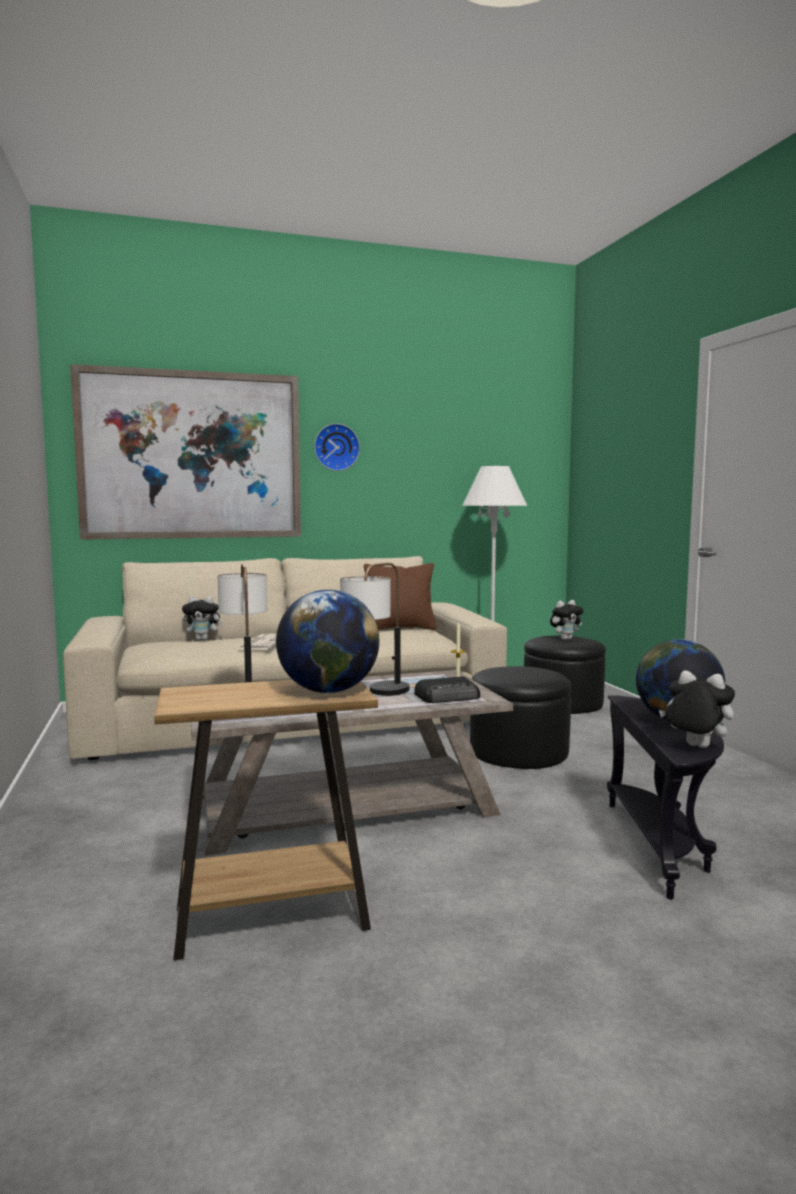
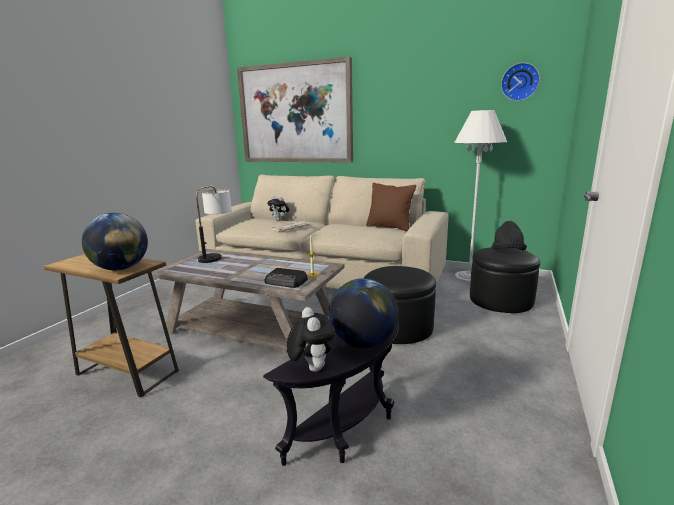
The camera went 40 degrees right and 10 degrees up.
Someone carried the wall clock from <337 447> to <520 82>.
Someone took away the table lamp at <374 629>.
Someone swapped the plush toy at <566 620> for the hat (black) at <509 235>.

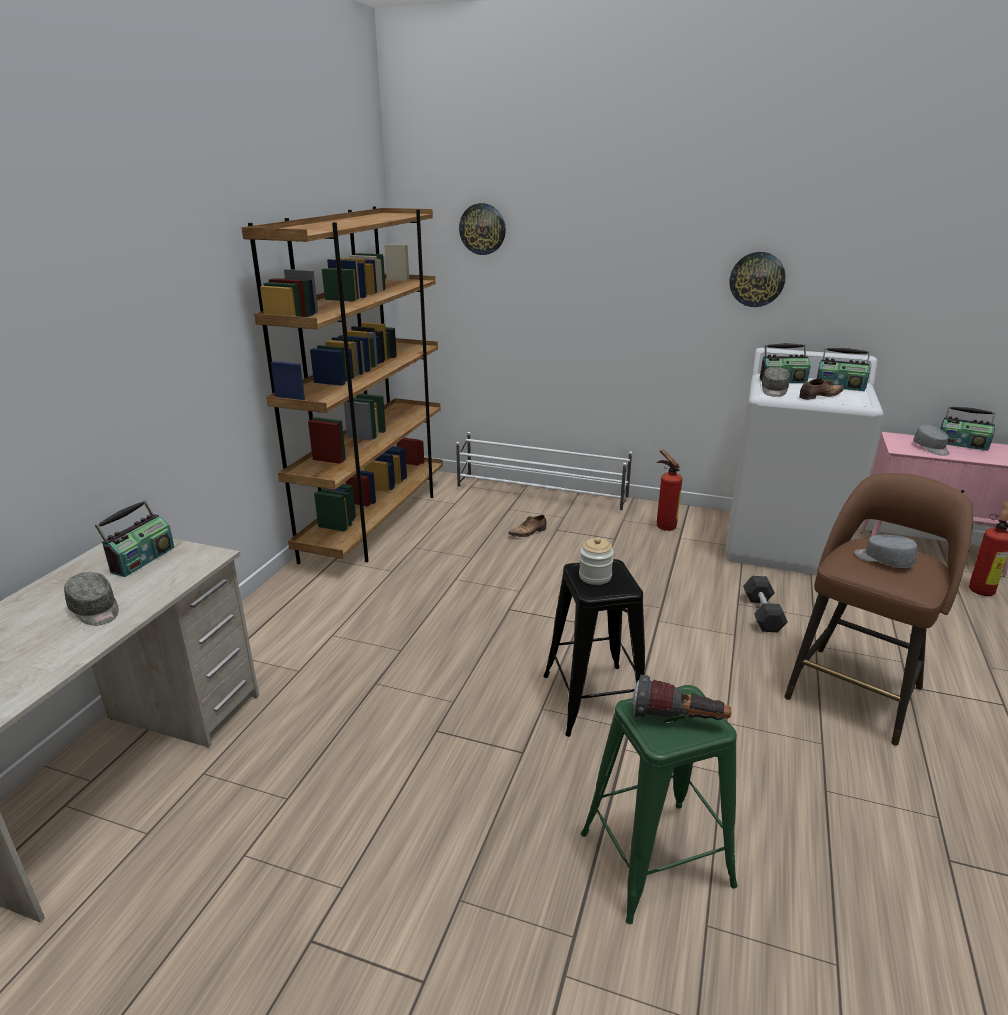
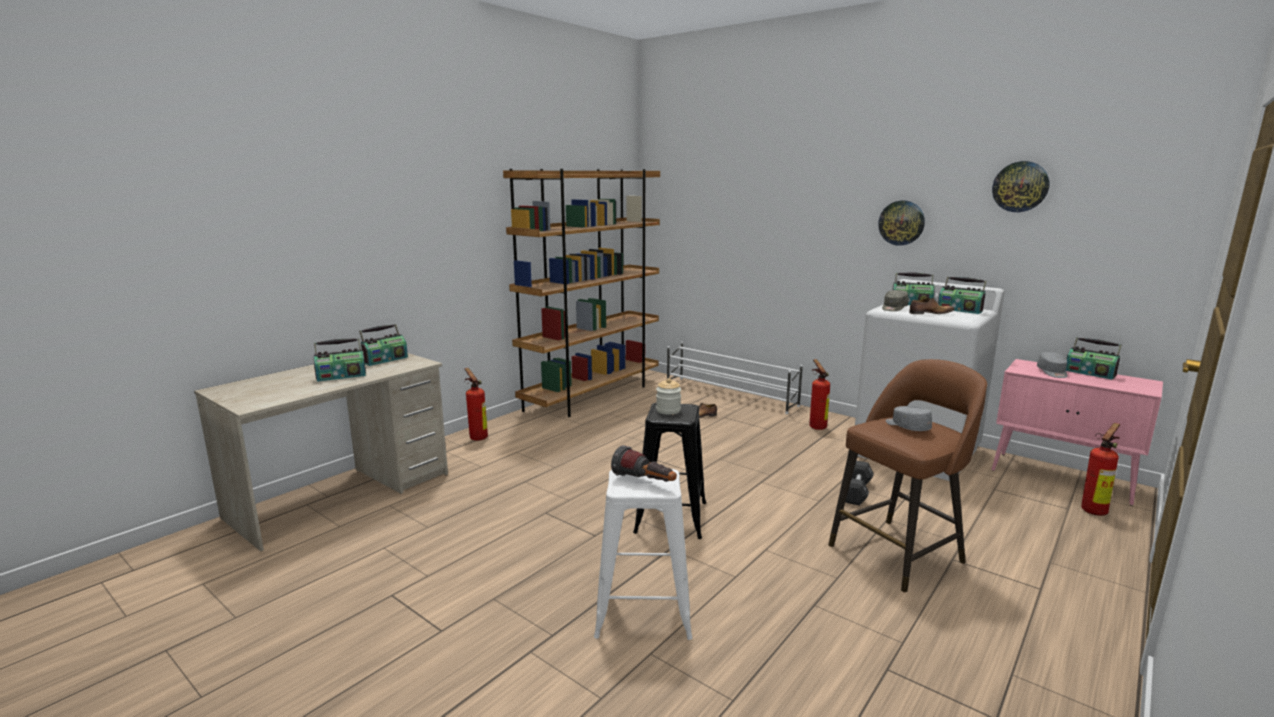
The camera went 20 degrees right and 10 degrees down.
Someone carried the wall clock from <482 229> to <1021 186>.
Someone swapped the cap (grey) at <91 599> for the radio at <339 360>.
Someone repainted the stool (green) at <659 804>, which became the stool (white) at <643 554>.
Someone put down the fire extinguisher at <476 404>.

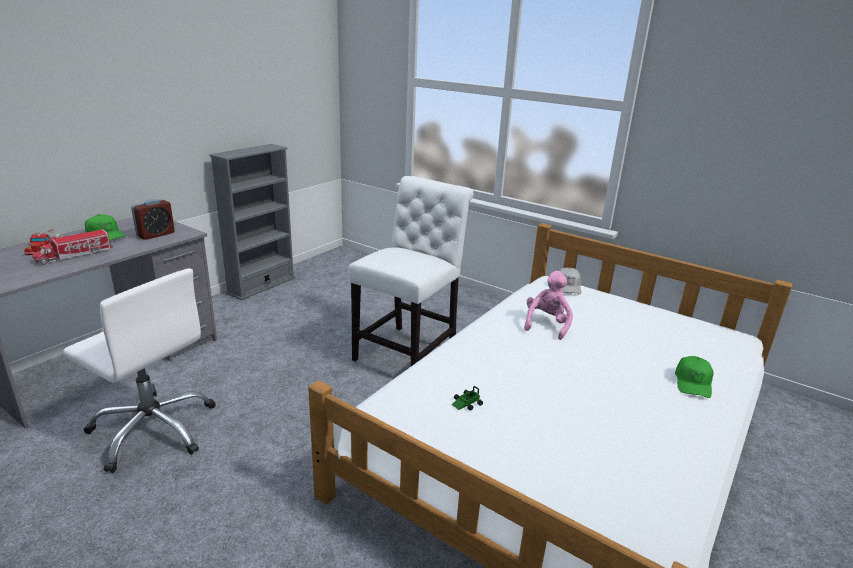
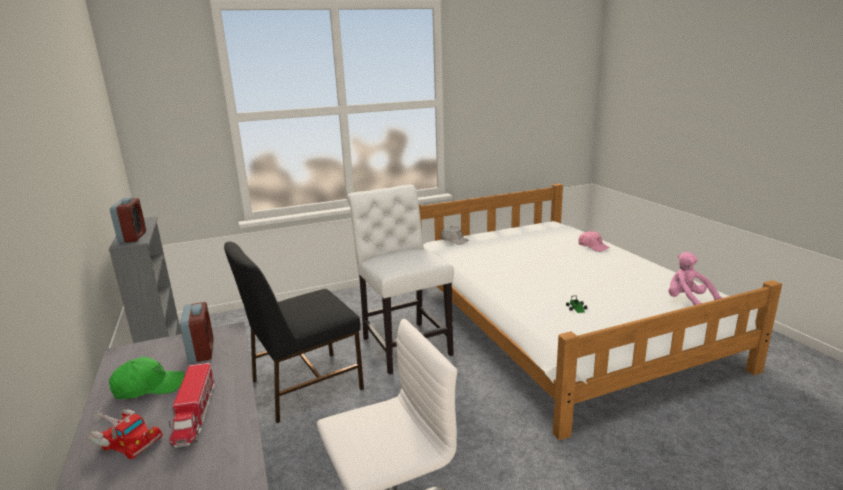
The camera went 55 degrees left and 5 degrees down.
Someone carried the plush toy (pink) from <548 305> to <695 278>.
Someone repainted the cap (green) at <694 377>, which became the cap (pink) at <594 241>.
Someone put down the alarm clock at <128 220>.
Someone put down the chair (black) at <294 332>.

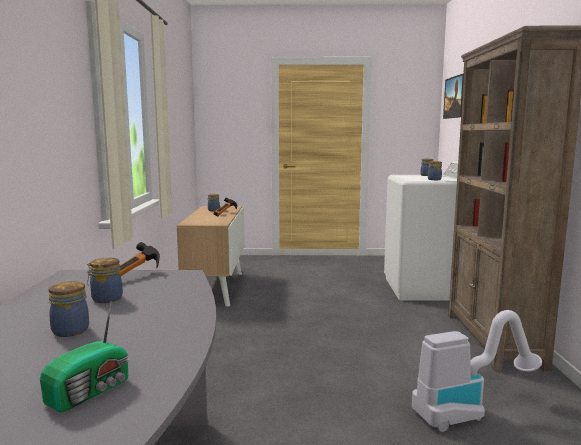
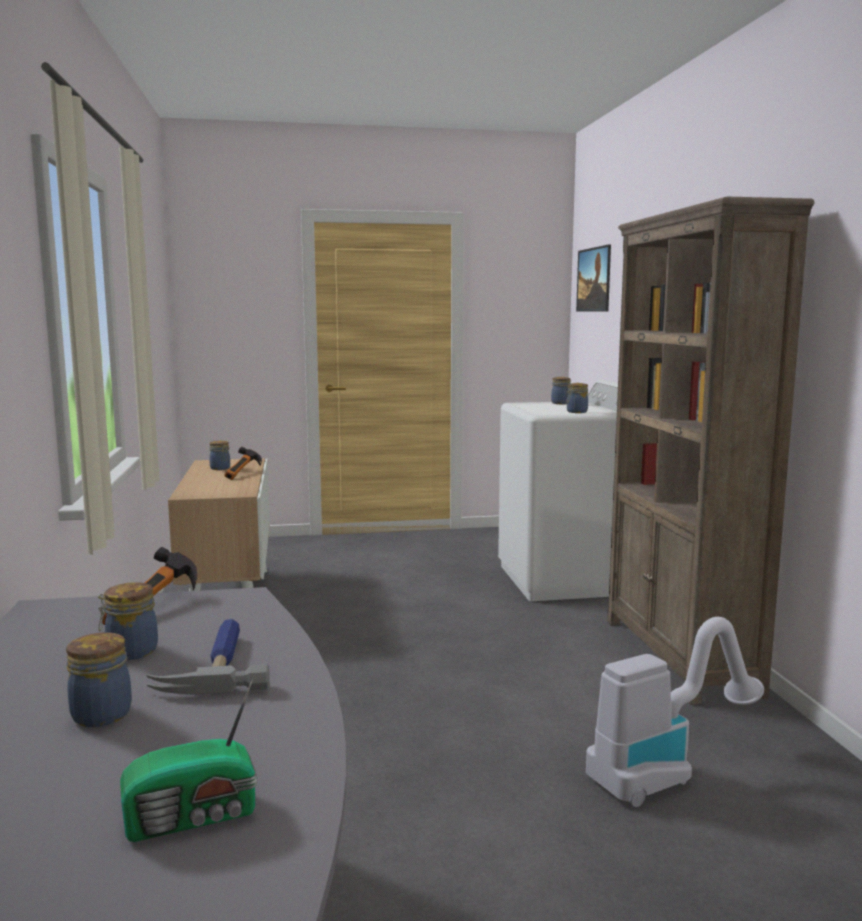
The camera went 10 degrees left and 0 degrees up.
Someone rotated the radio at <84 358> by 45 degrees clockwise.
Someone put down the hammer at <208 657>.

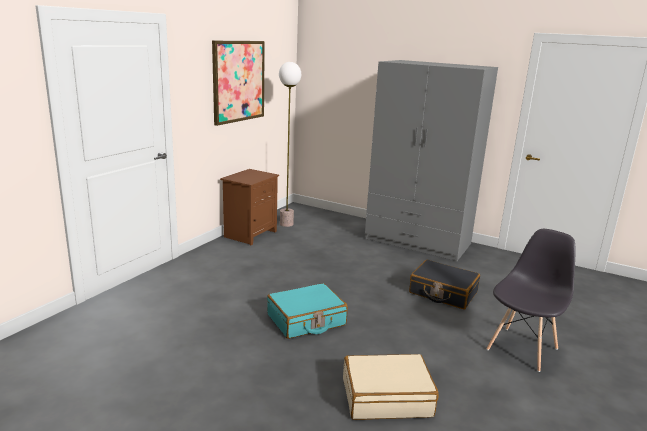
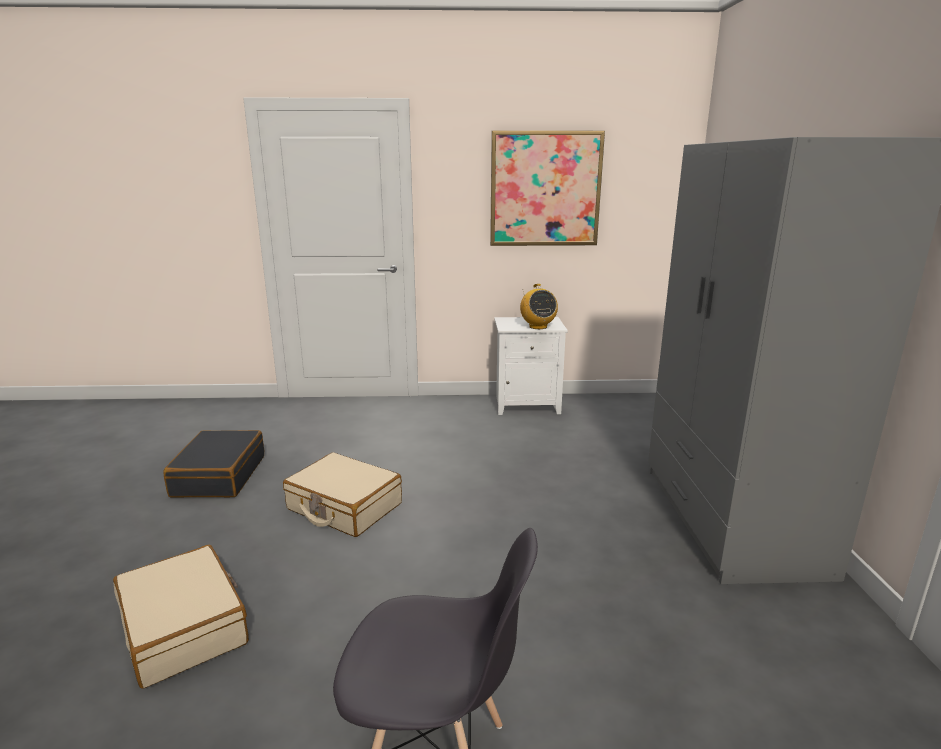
The camera went 60 degrees right and 0 degrees up.
Someone took away the floor lamp at <290 144>.
Someone repainted the nightstand (brown) at <249 207>, which became the nightstand (white) at <531 366>.
Someone carried the suitcase (black) from <444 285> to <213 464>.
Someone repainted the suitcase (turquoise) at <307 311>, which became the suitcase (beige) at <342 494>.
Someone put down the radio at <539 306>.

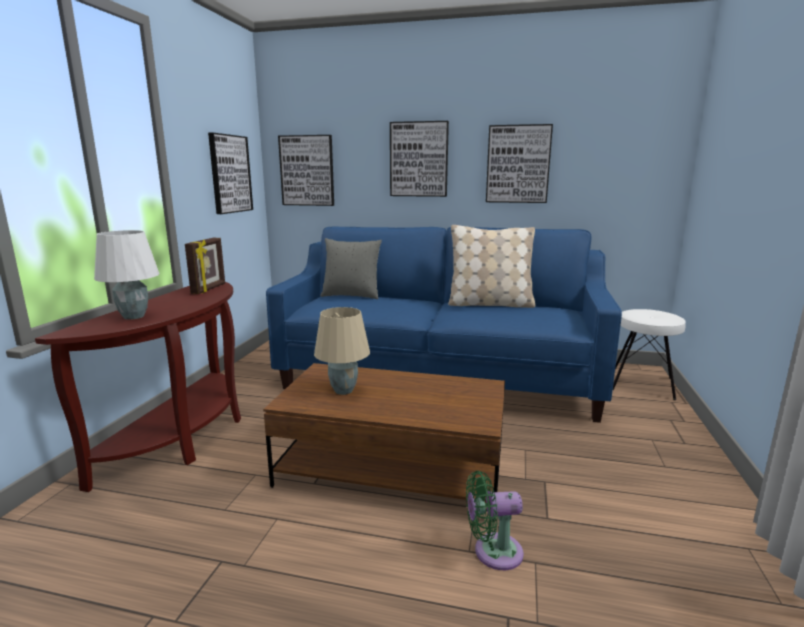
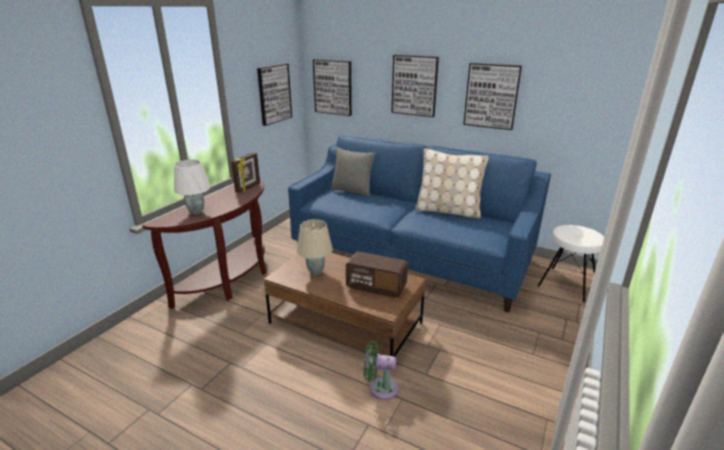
The camera went 15 degrees right and 10 degrees up.
Someone put down the radio at <377 274>.

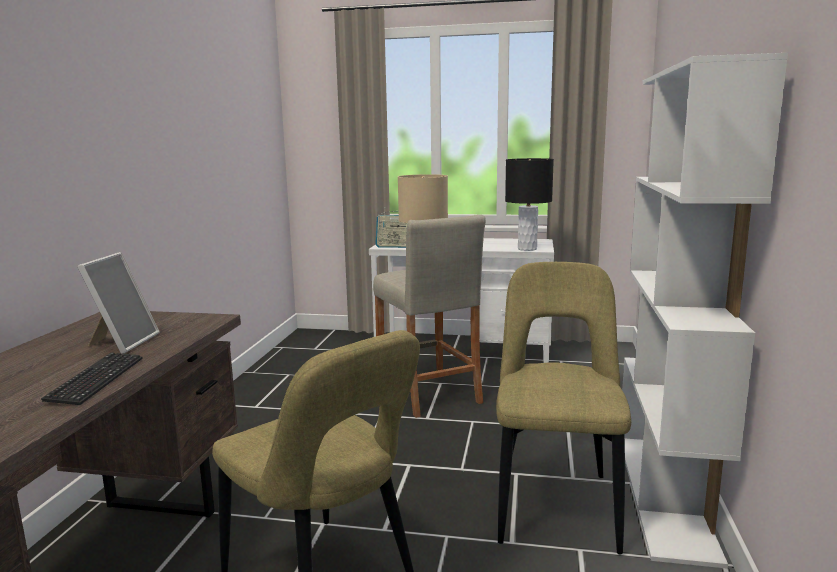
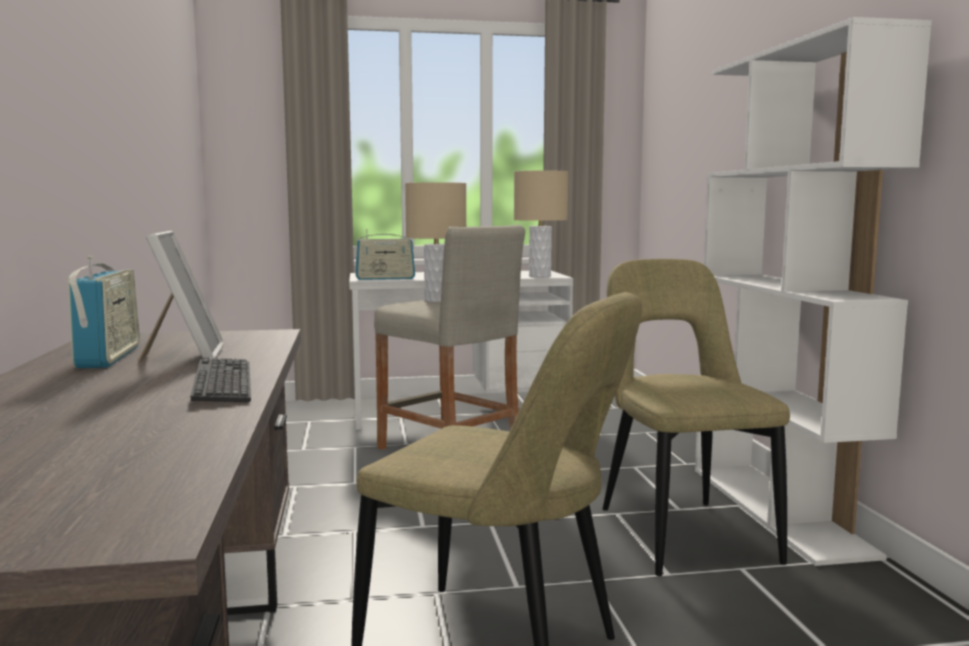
The camera went 20 degrees left and 5 degrees down.
Someone repainted the table lamp (black) at <529 204>, which became the table lamp (beige) at <541 224>.
Someone put down the radio at <104 312>.

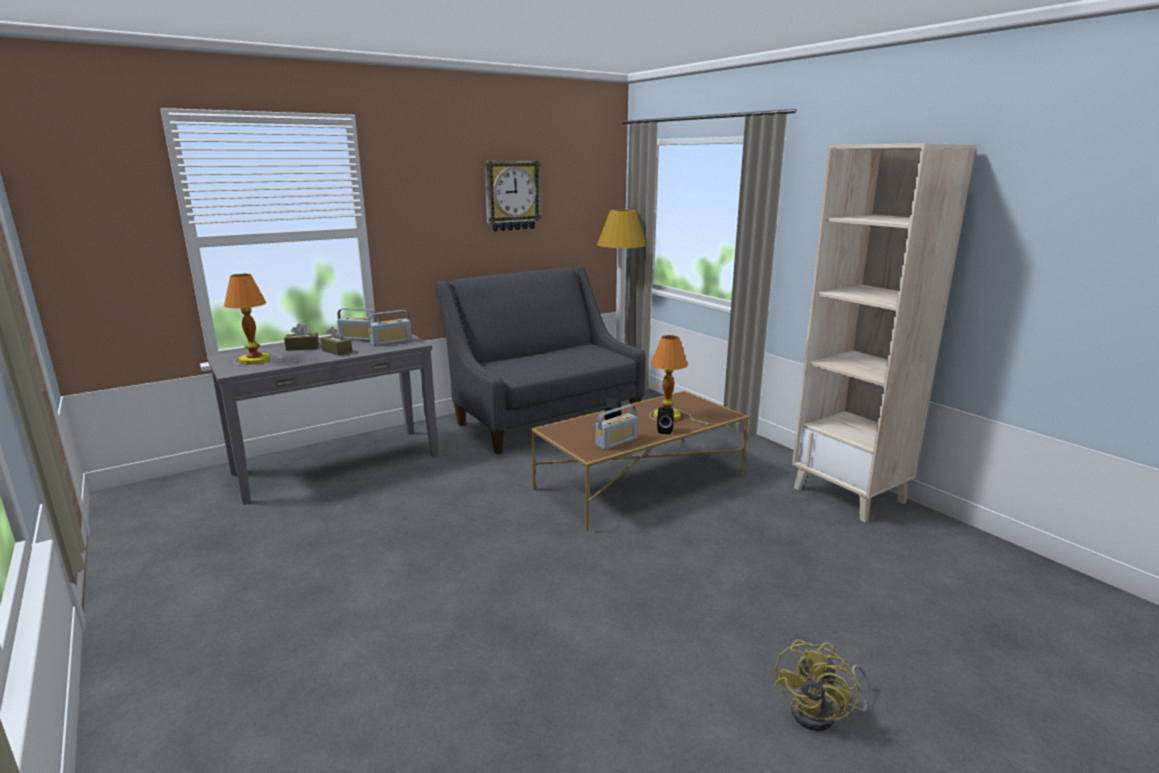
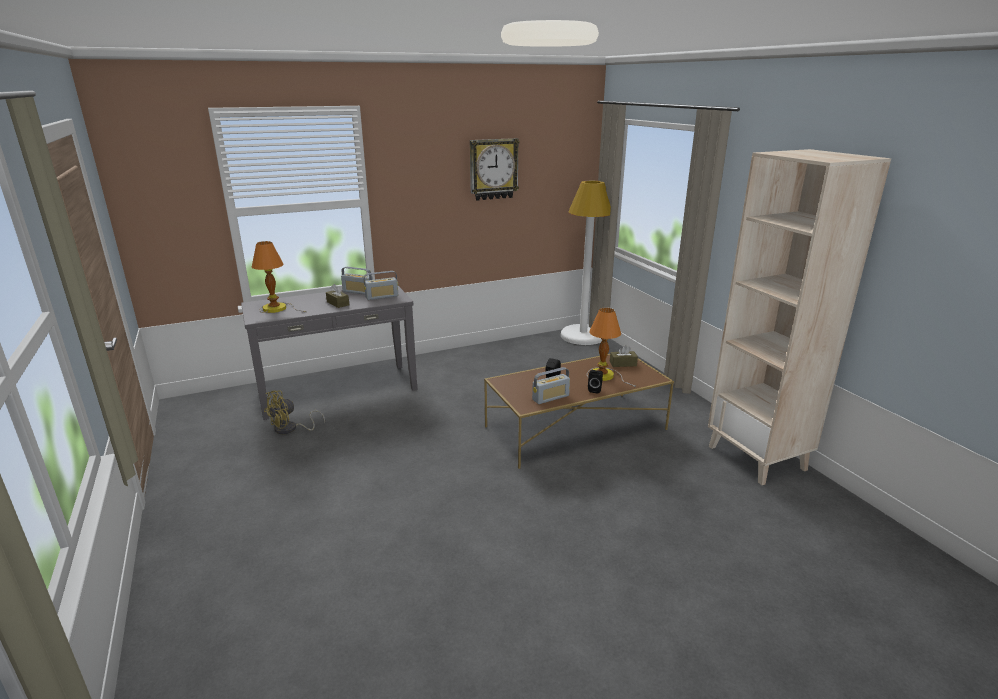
The camera went 10 degrees right and 5 degrees up.
Someone took away the sofa (grey) at <541 360>.
Someone carried the tissue box (brown) from <301 337> to <624 356>.
Someone carried the fan (yellow) from <821 685> to <294 412>.

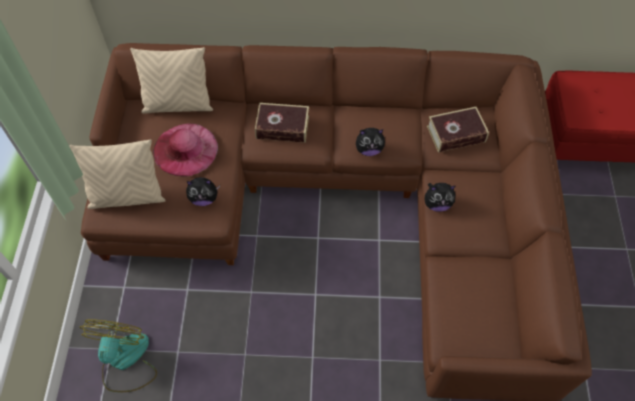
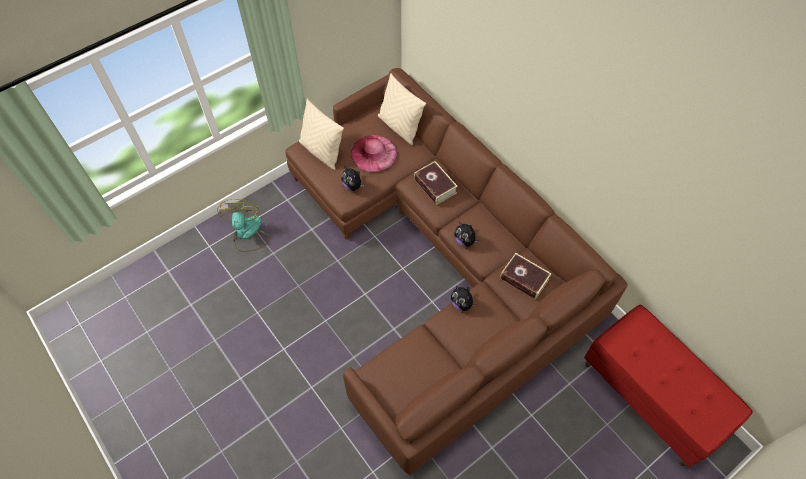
The camera went 50 degrees right and 0 degrees up.
Someone rotated the fan at <118 355> by 60 degrees counterclockwise.

